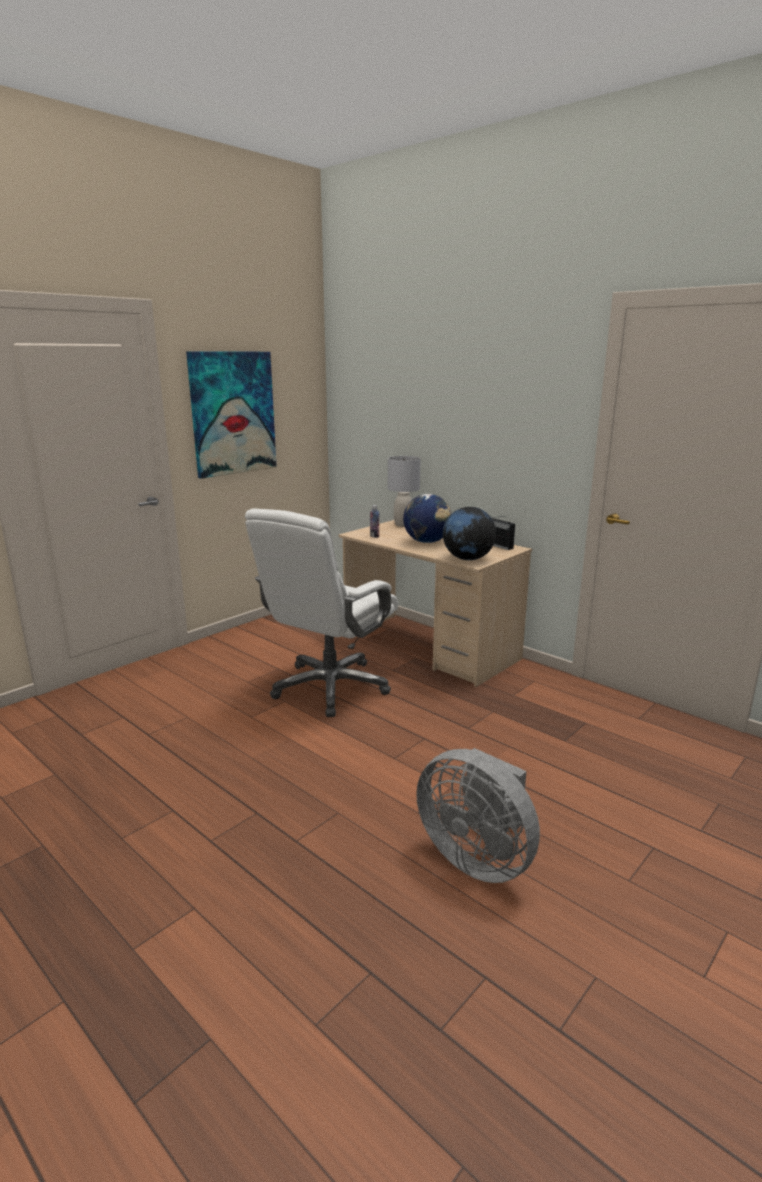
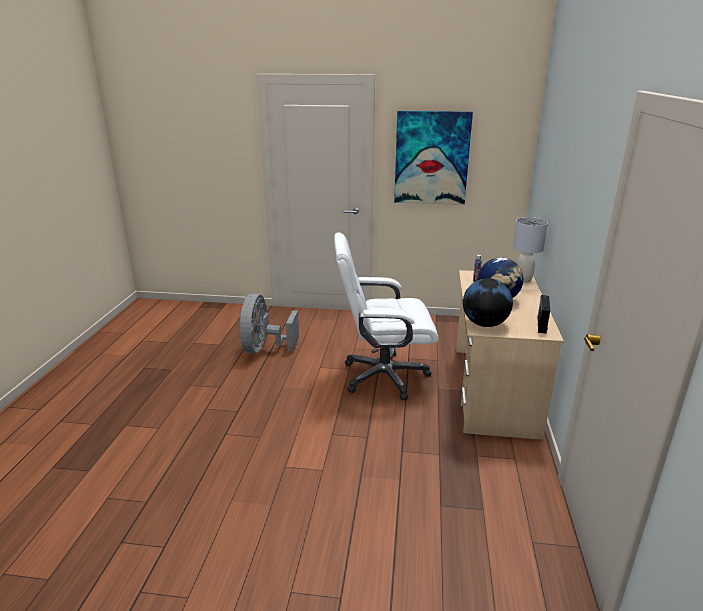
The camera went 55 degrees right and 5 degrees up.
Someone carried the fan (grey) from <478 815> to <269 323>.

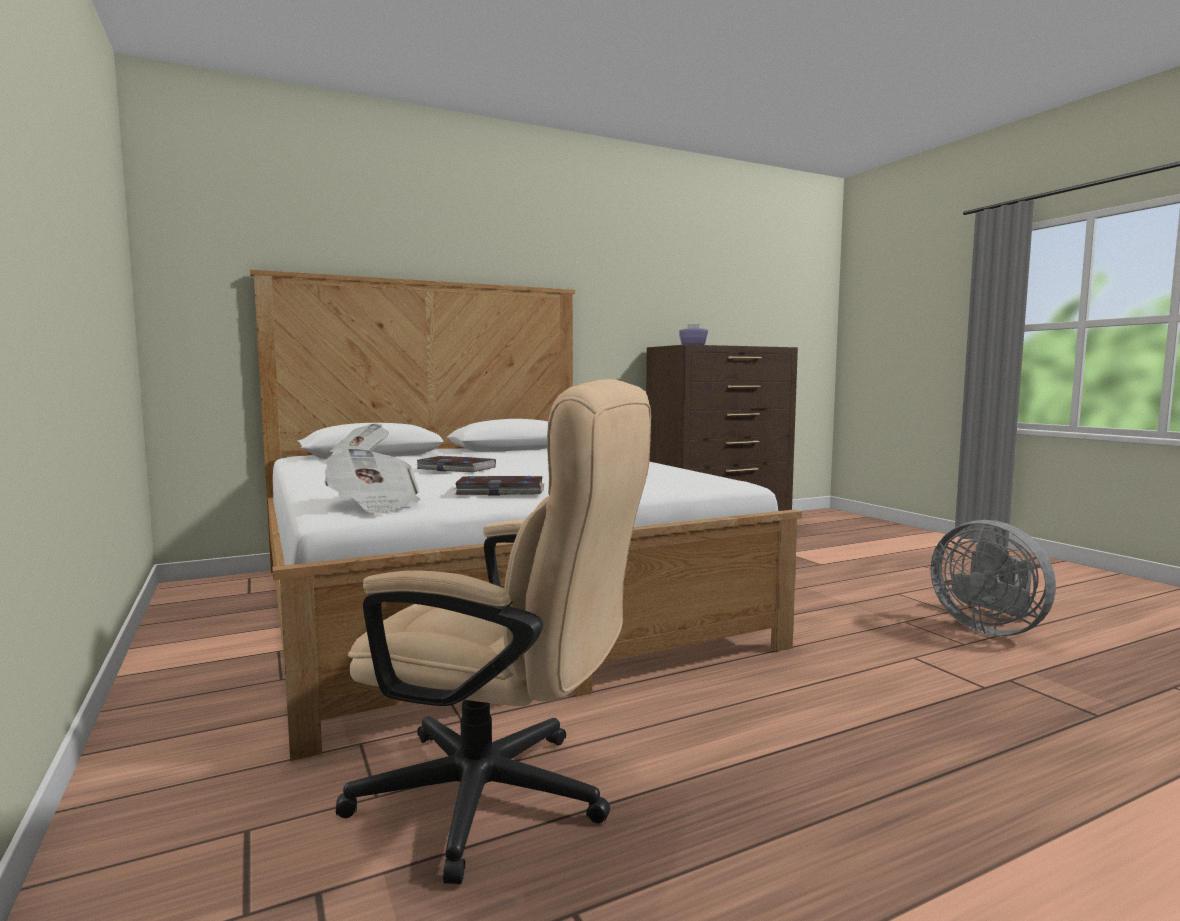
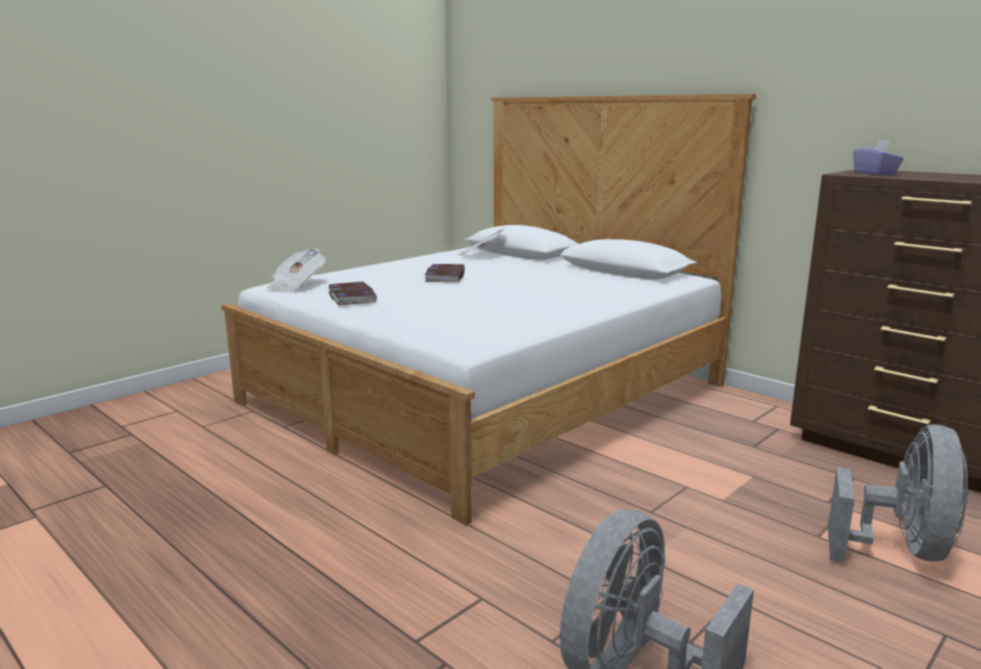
The camera went 70 degrees right and 10 degrees up.
Someone took away the office chair (beige) at <493 631>.
Someone put down the fan (grey) at <898 494>.

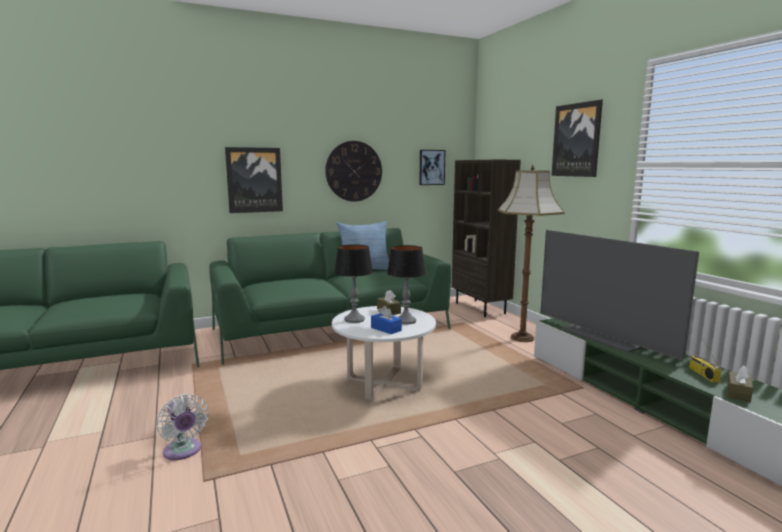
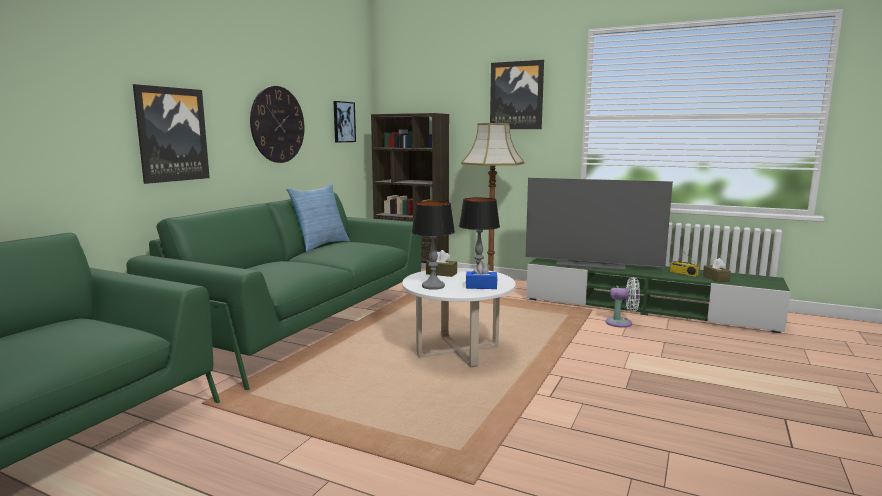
The camera went 40 degrees left and 0 degrees up.
Someone carried the fan (white) from <182 427> to <622 302>.

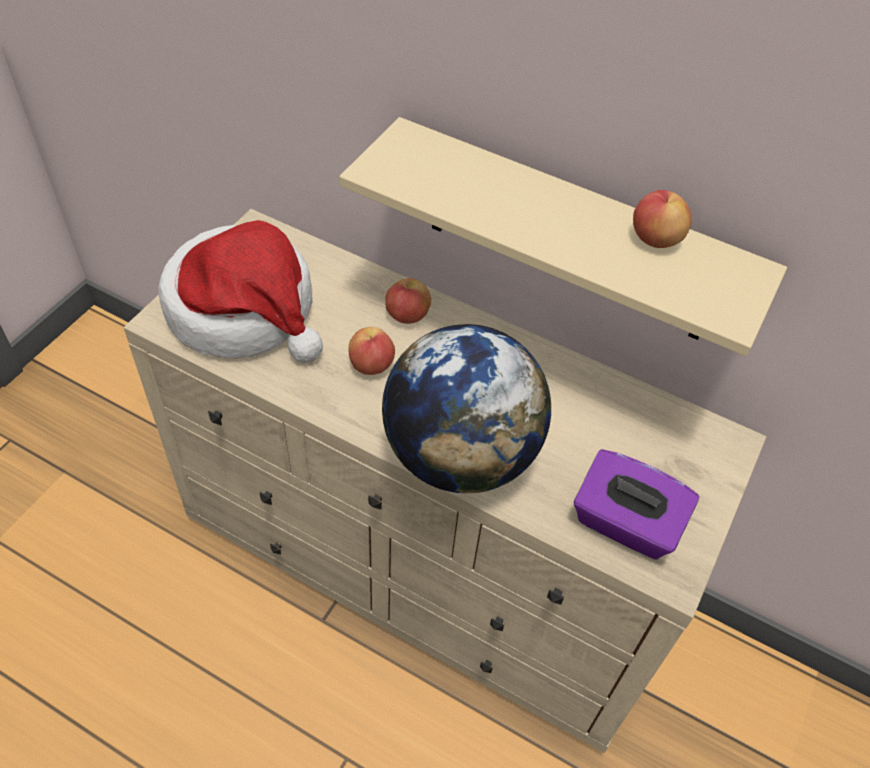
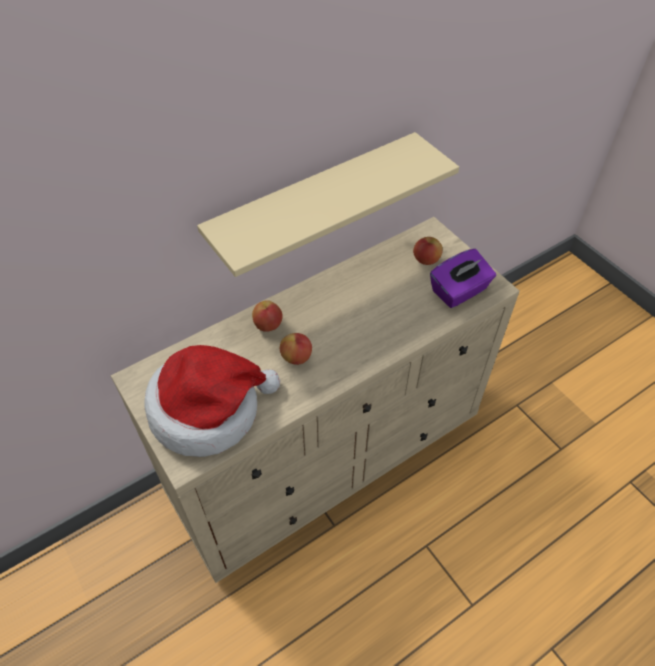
The camera went 60 degrees left and 0 degrees up.
Someone carried the apple from <662 219> to <428 251>.
Someone took away the globe at <466 408>.

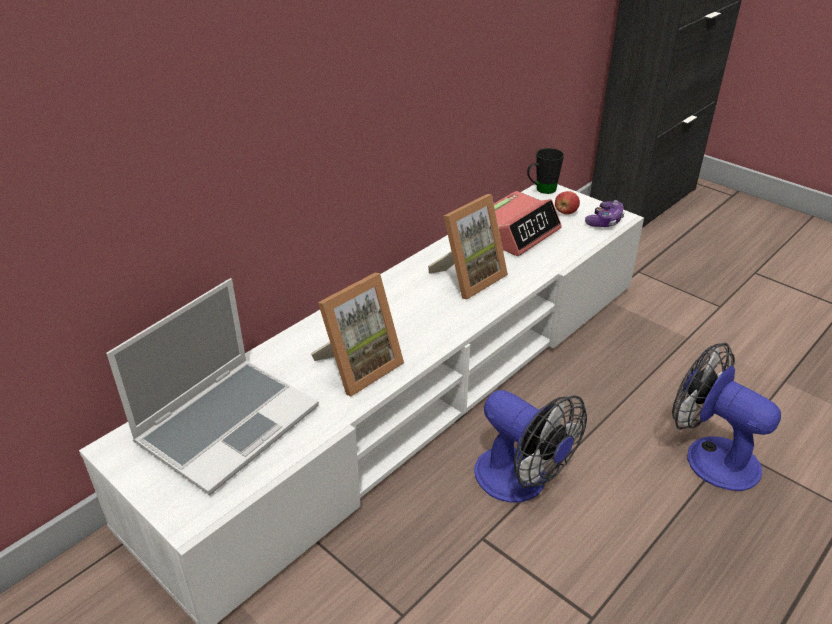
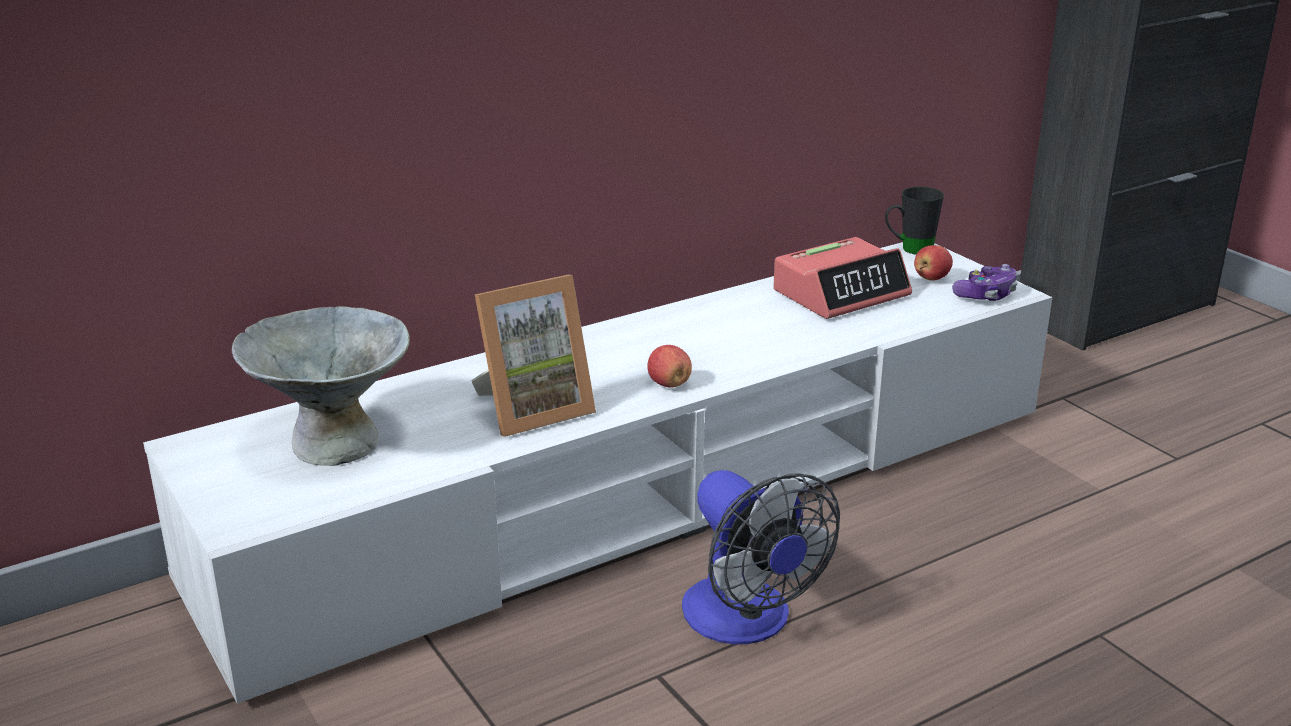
The camera went 15 degrees right and 10 degrees down.
Someone took away the picture frame at <468 246>.
Someone swapped the laptop at <212 386> for the bowl (grey) at <321 386>.
Someone took away the fan at <726 417>.
Someone put down the apple at <669 366>.

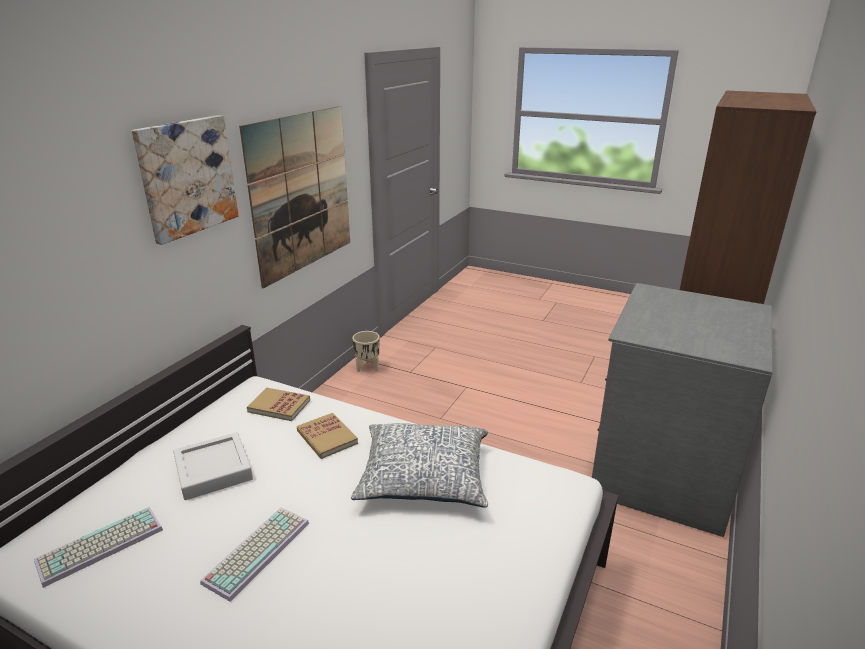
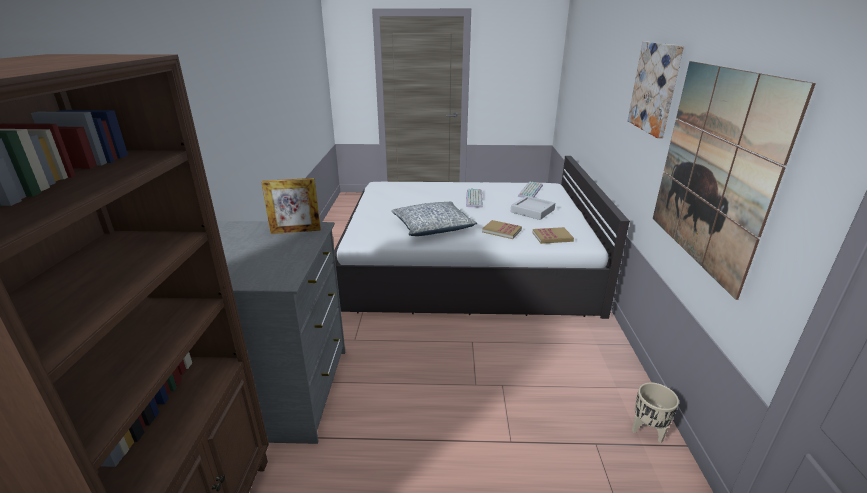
The camera went 155 degrees right and 0 degrees up.
Someone put down the picture frame at <291 206>.

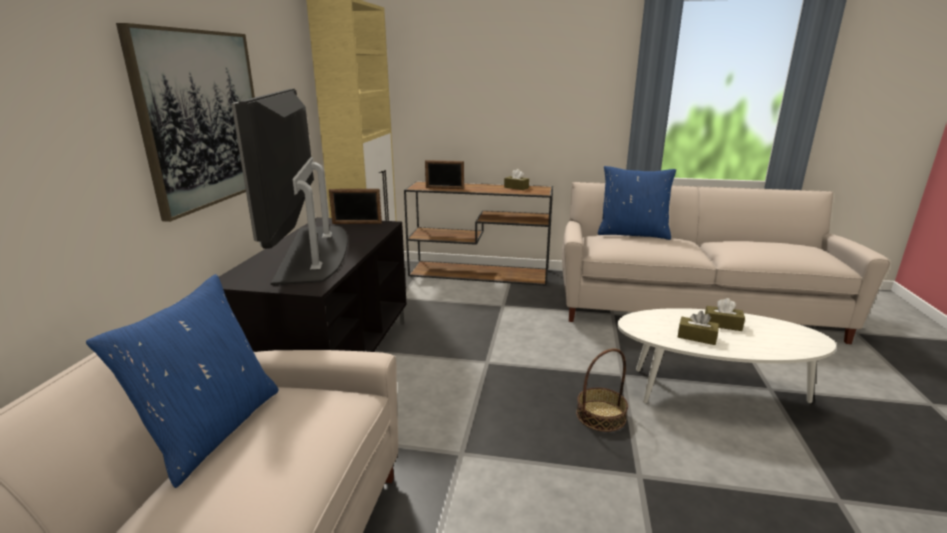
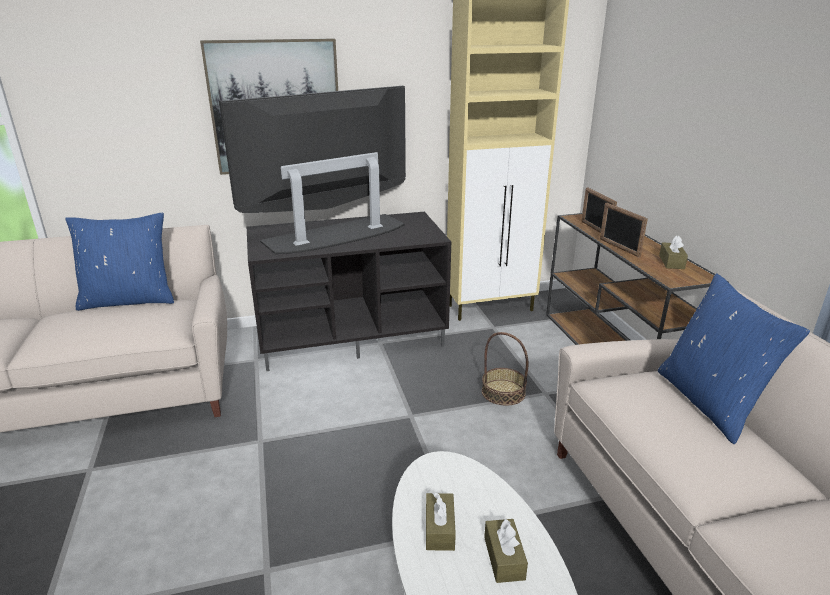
The camera went 65 degrees right and 5 degrees up.
Someone carried the picture frame from <355 206> to <624 230>.
Someone carried the basket from <602 390> to <505 369>.

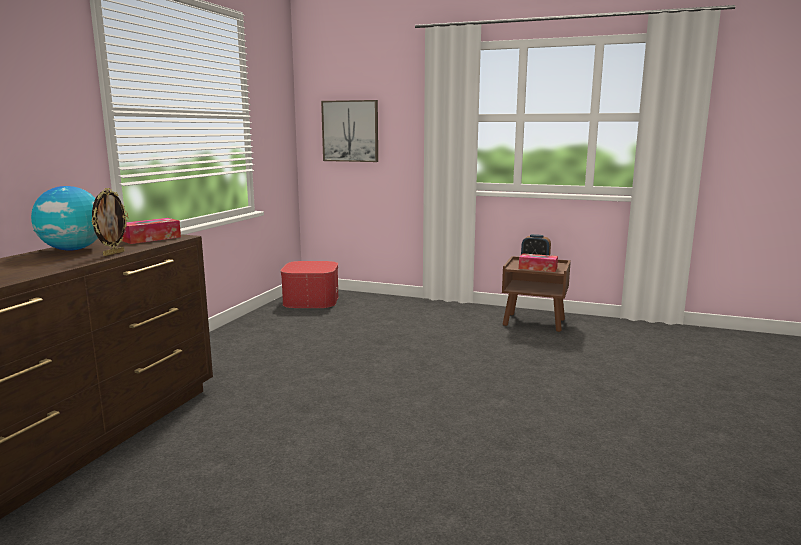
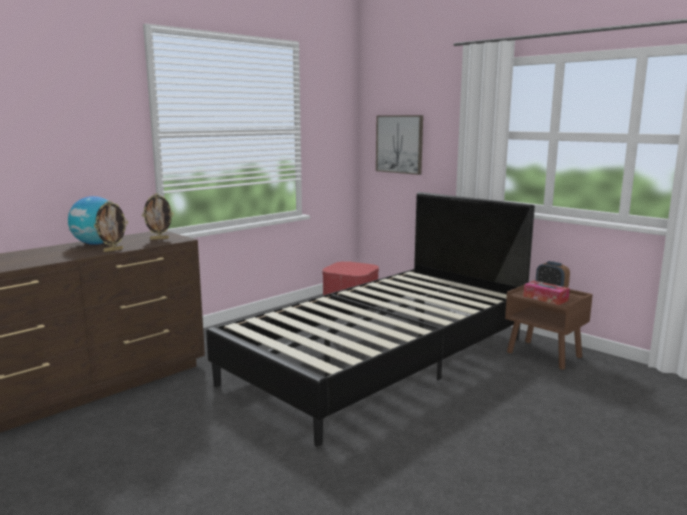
The camera went 25 degrees right and 0 degrees up.
Someone swapped the tissue box at <151 231> for the picture frame at <158 216>.
Someone put down the bed (black) at <370 319>.

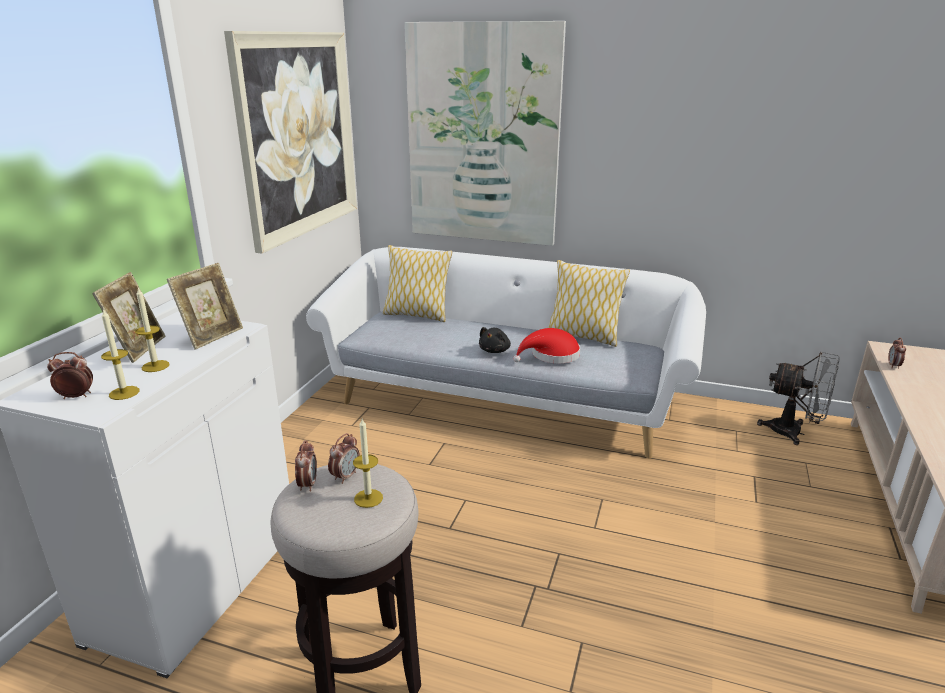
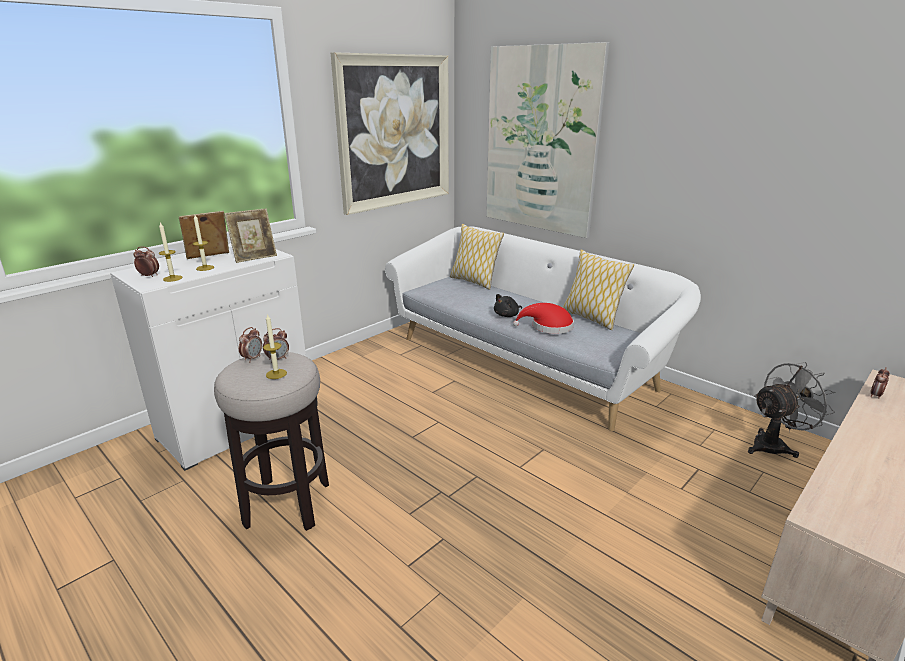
The camera went 25 degrees right and 0 degrees up.
Someone rotated the picture frame at <128 317> by 150 degrees counterclockwise.
Someone rotated the fan (grey) at <798 398> by 75 degrees counterclockwise.

